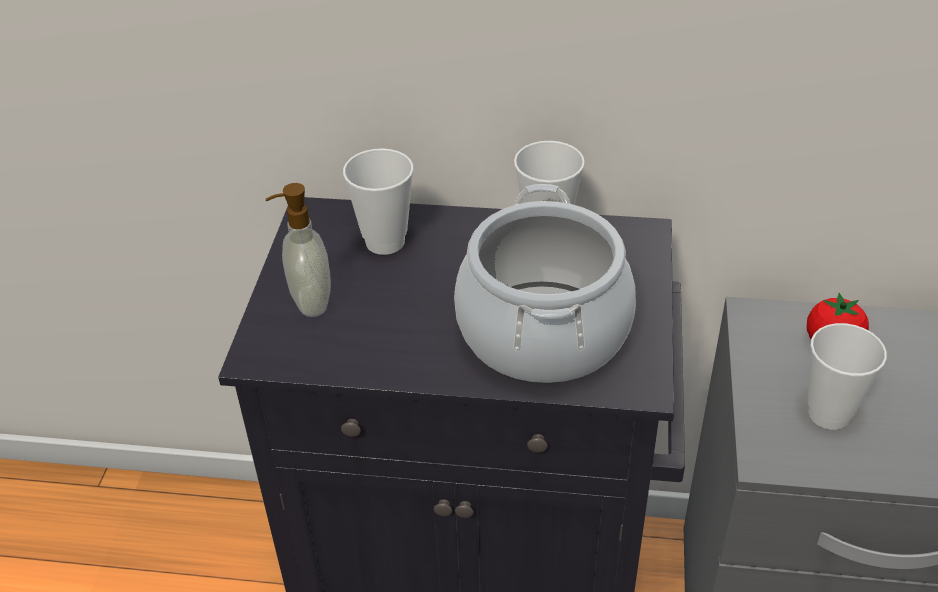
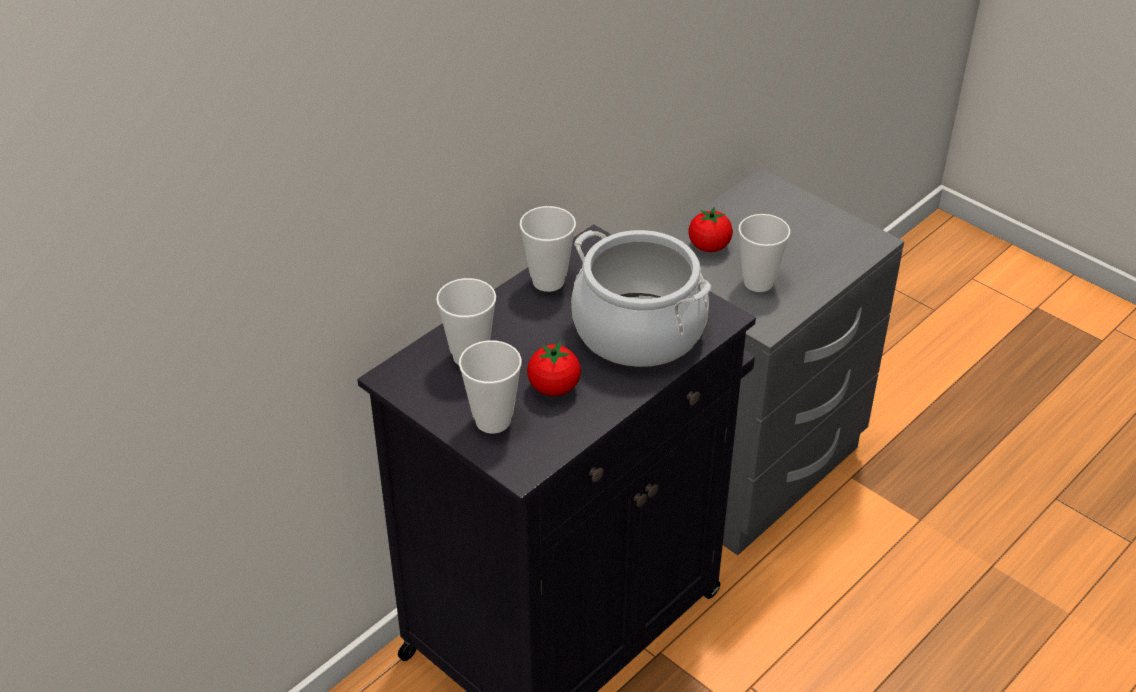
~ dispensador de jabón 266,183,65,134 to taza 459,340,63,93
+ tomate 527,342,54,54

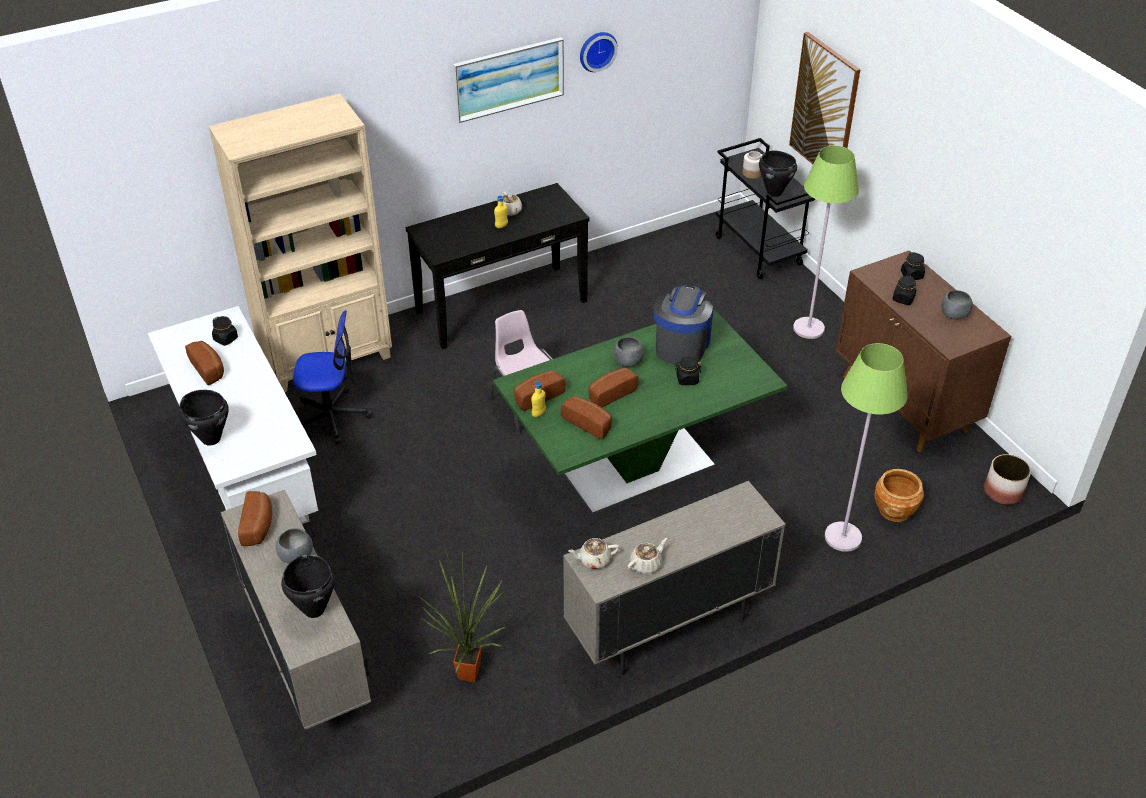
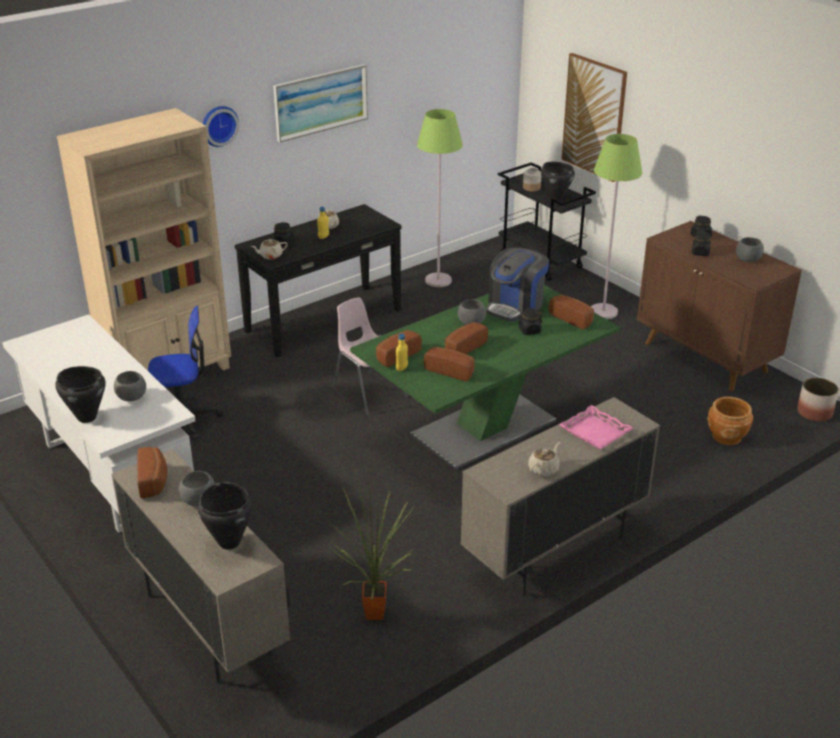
~ pan 185,341,39,44 to 549,295,45,34
~ tarro [negro] 212,316,26,30 to 274,222,20,24
~ tetera [beis] 568,538,51,31 to 251,239,37,20
~ reloj de pared 580,32,38,40 to 202,106,37,41
~ cafetera 654,285,60,80 = 486,247,63,75 150 degrees counterclockwise
~ lámpara de pie [verde] 825,343,83,209 to 417,109,46,178
+ cuenco [gris] 114,371,32,30
+ bandeja [rosa] 559,405,75,44

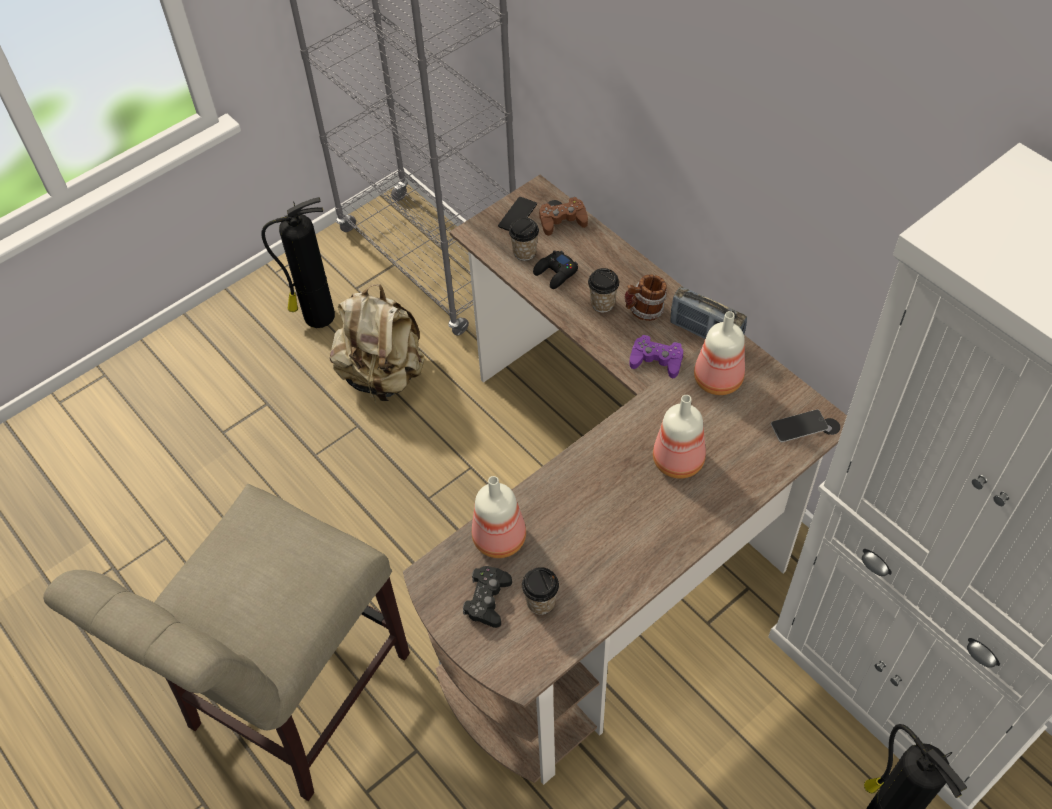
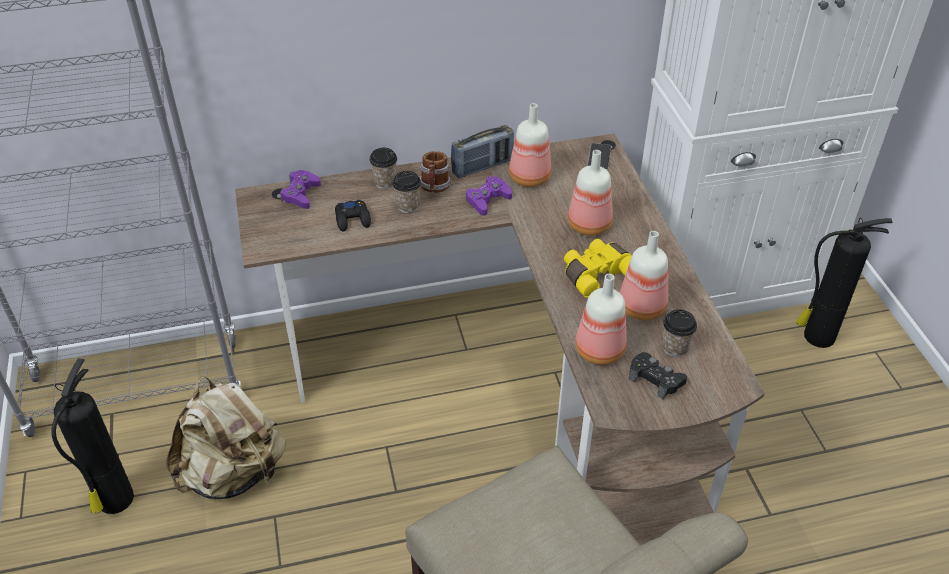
- móvil 498,197,39,34
~ taza 509,217,30,44 to 369,148,28,41
~ mando de consola [marrón] 539,197,49,39 to mando de consola [morado] 280,170,41,39
+ prismáticos [amarillo] 564,239,68,59
+ botella 620,231,48,89

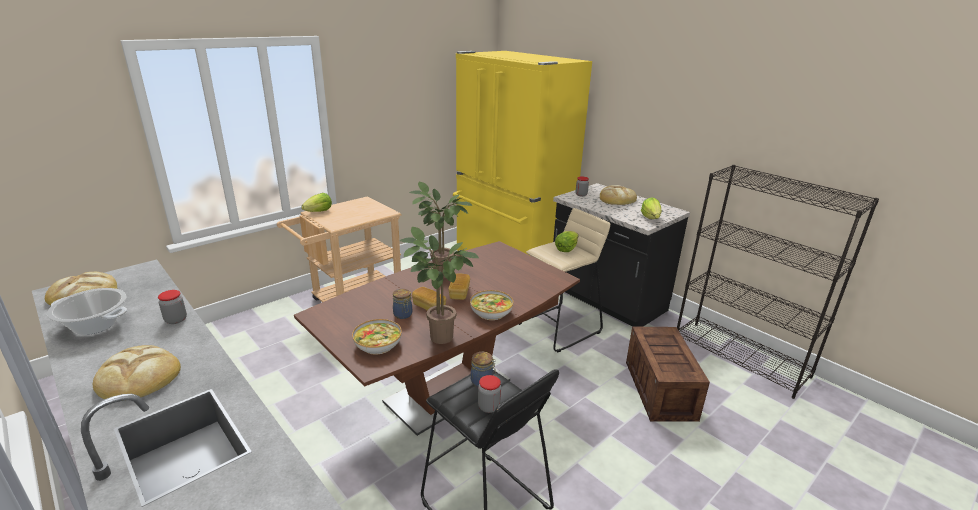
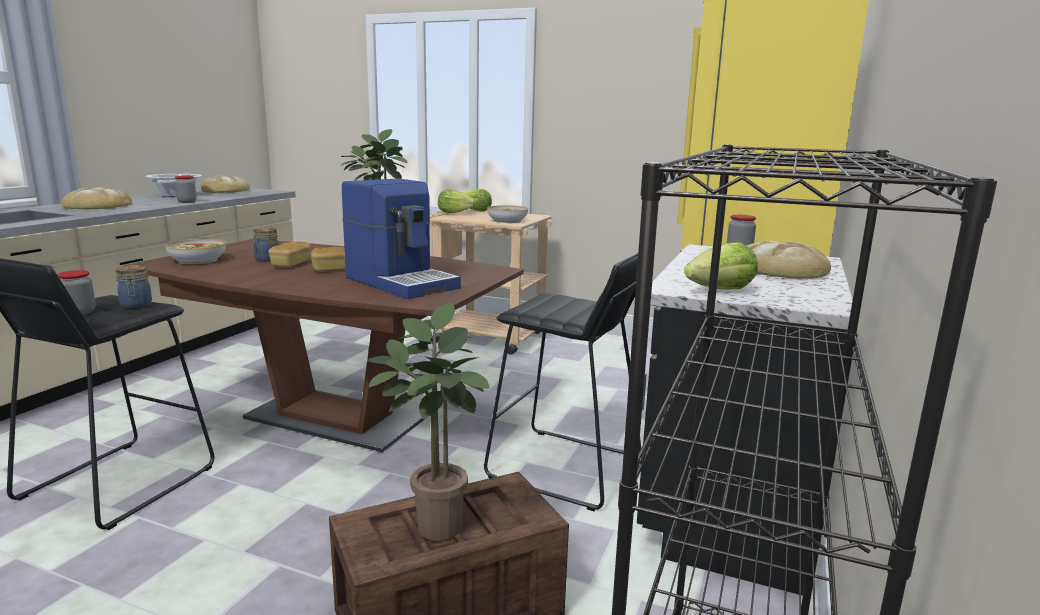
~ planta en maceta 400,227,79,117 to 367,303,123,238
~ cuenco 470,290,43,30 to 487,205,41,18
~ taburete [beis] 518,208,92,144 to taburete [negro] 484,253,157,258
~ lechuga 555,231,23,21 to 438,190,37,23
+ cafetera 342,178,119,121

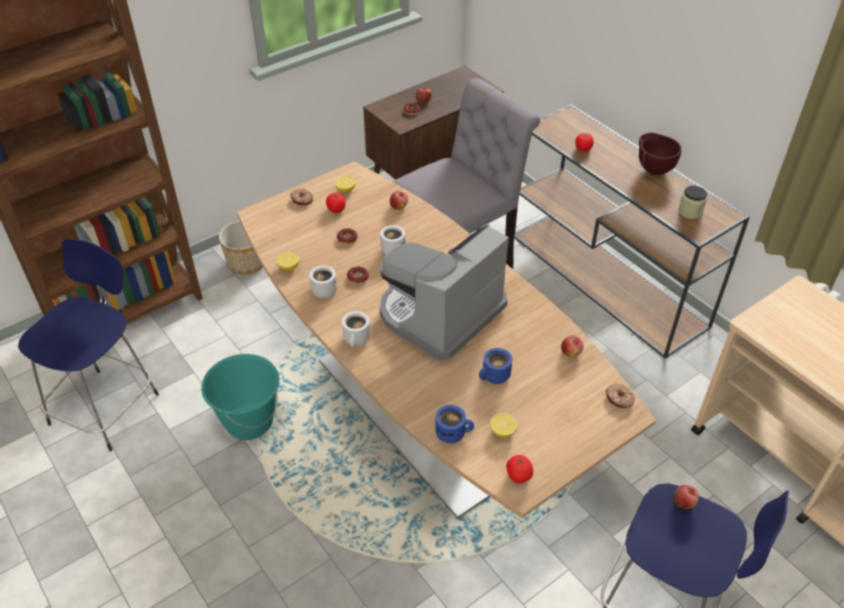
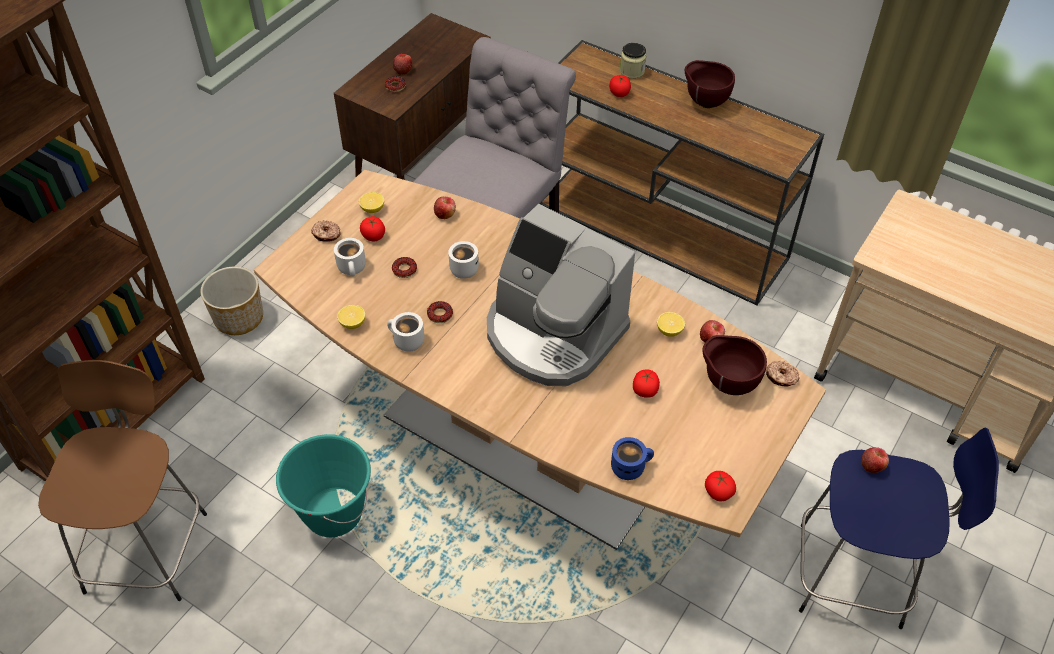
~ taburete [azul] 18,239,141,212 to taburete [marrón] 38,360,169,241
~ taza grande [blanco] 342,311,28,36 to 334,238,32,38
~ cafetera 380,224,129,137 = 487,204,148,182 75 degrees counterclockwise
~ taza grande [azul] 479,348,33,36 to tomate 633,369,27,29
~ limón 490,413,27,25 to 657,312,28,25
~ tarro 678,186,29,33 to 620,43,27,36
+ cuenco [marrón] 702,335,65,60

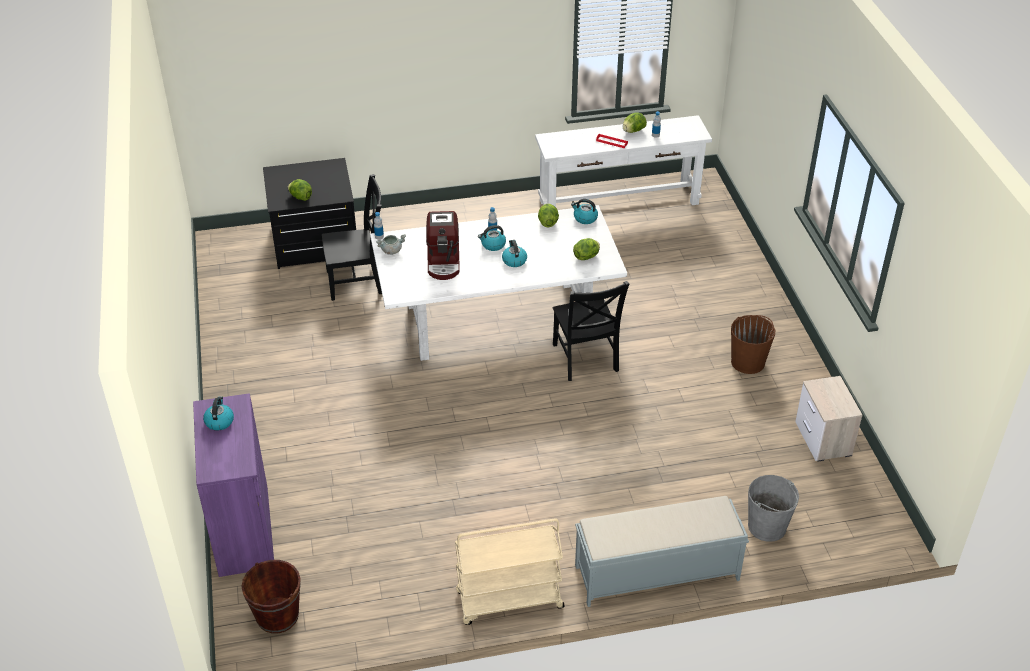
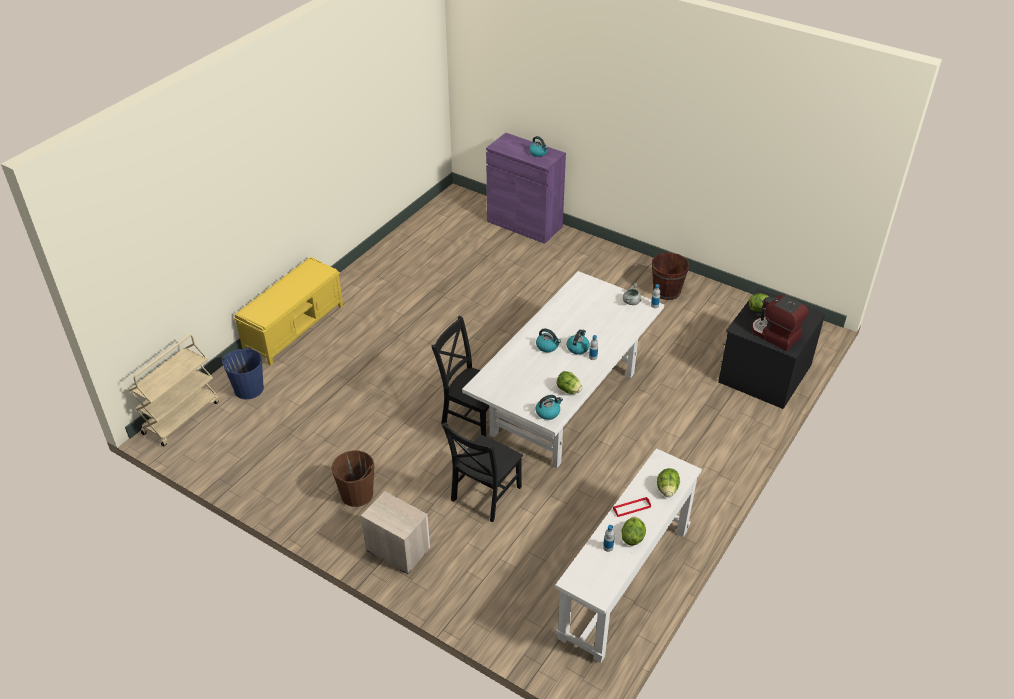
~ cubo [marrón] 241,560,60,74 to 652,252,37,48
~ silla [negro] 322,174,60,127 to 441,422,82,100
~ cafetera 426,211,34,69 to 752,295,57,56
~ carrito [beis] 455,519,110,106 to 129,334,90,113
~ lechuga 573,238,27,22 to 657,468,23,29
~ banco [gris] 575,496,174,111 to banco [amarillo] 234,257,109,109
~ cubo [gris] 748,475,51,67 to cubo [azul] 222,347,42,52
~ mesita de noche 795,376,68,86 to 361,491,69,83

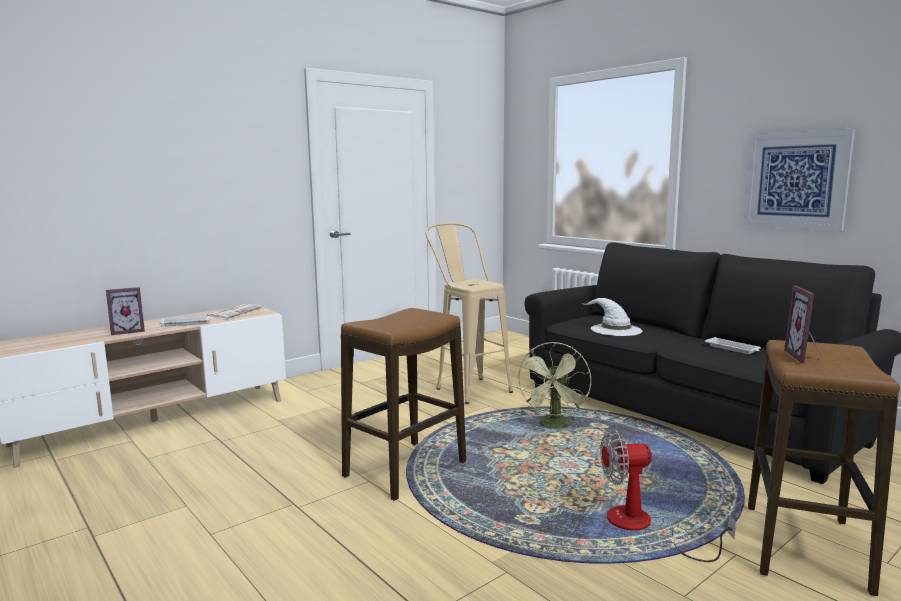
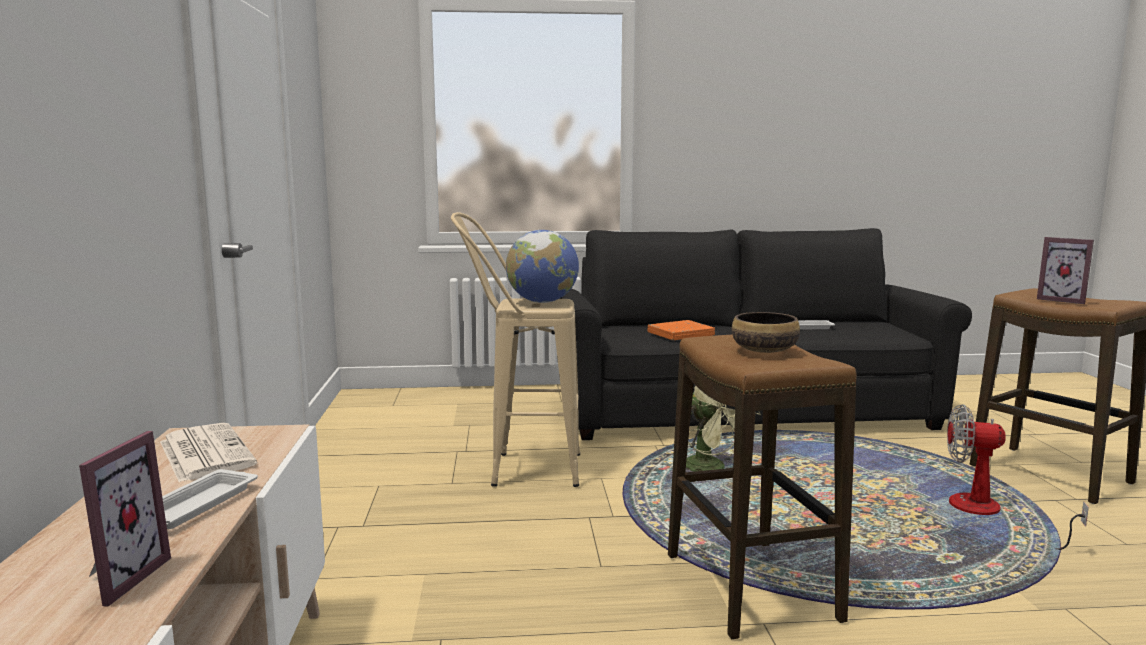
~ sombrero [blanco] 581,298,61,38 to libro [naranja] 647,320,68,20
~ ventilador 600,429,136,133 = 947,404,142,146 75 degrees clockwise
- cuadro 743,129,112,102
+ globo terráqueo 506,230,73,73
+ cuenco 732,312,68,41

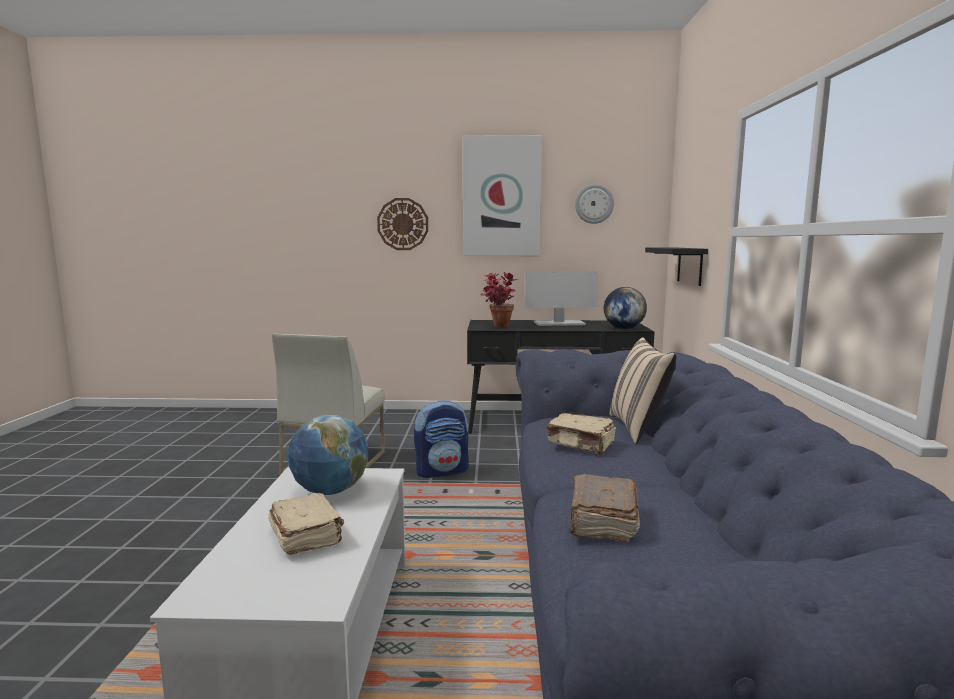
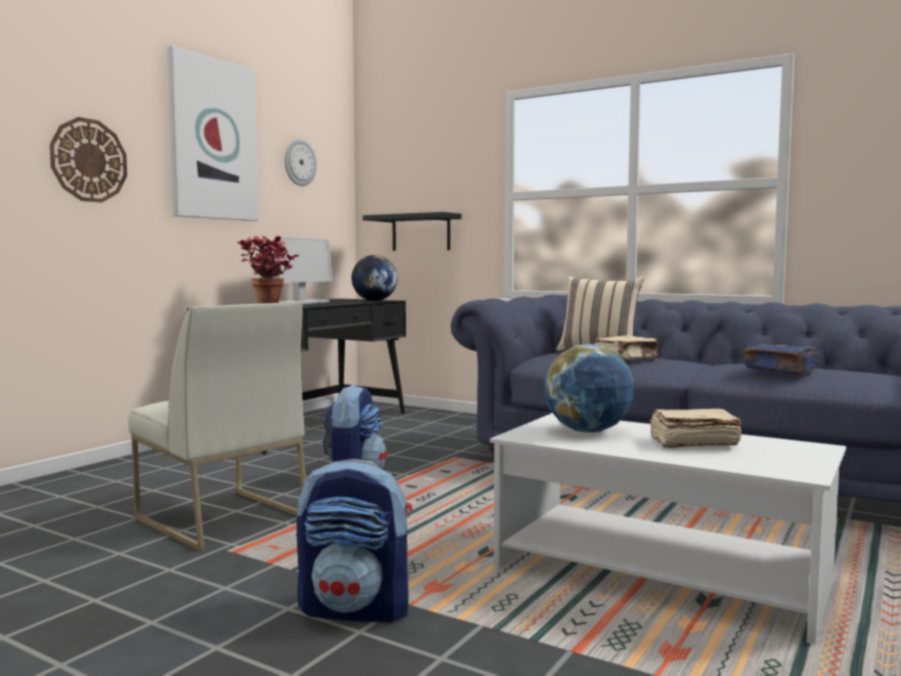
~ libro [marrón] 569,474,71,68 to libro [azul] 744,344,74,31
+ mochila 297,459,116,164

